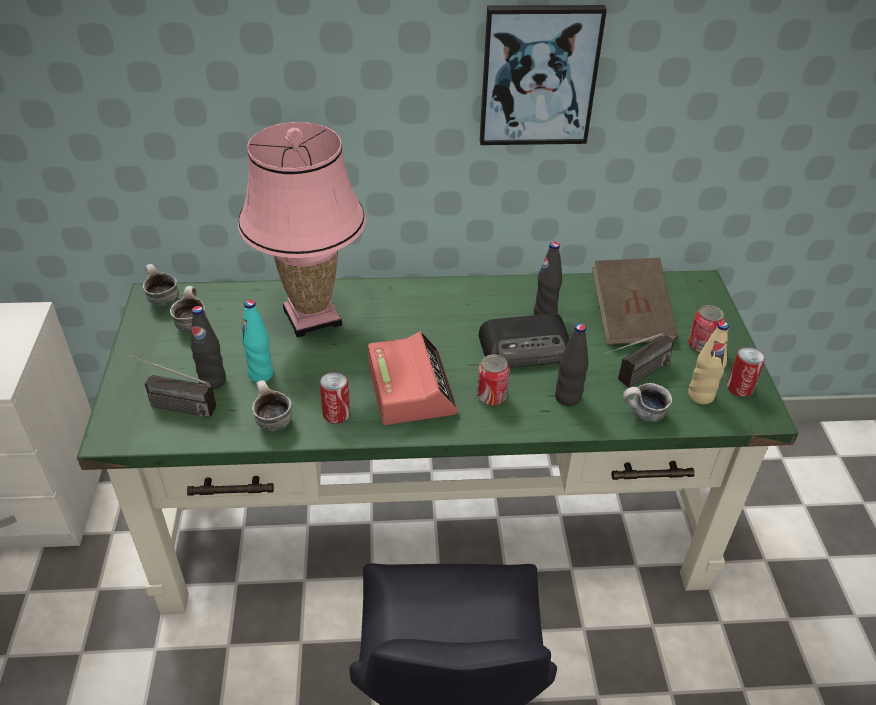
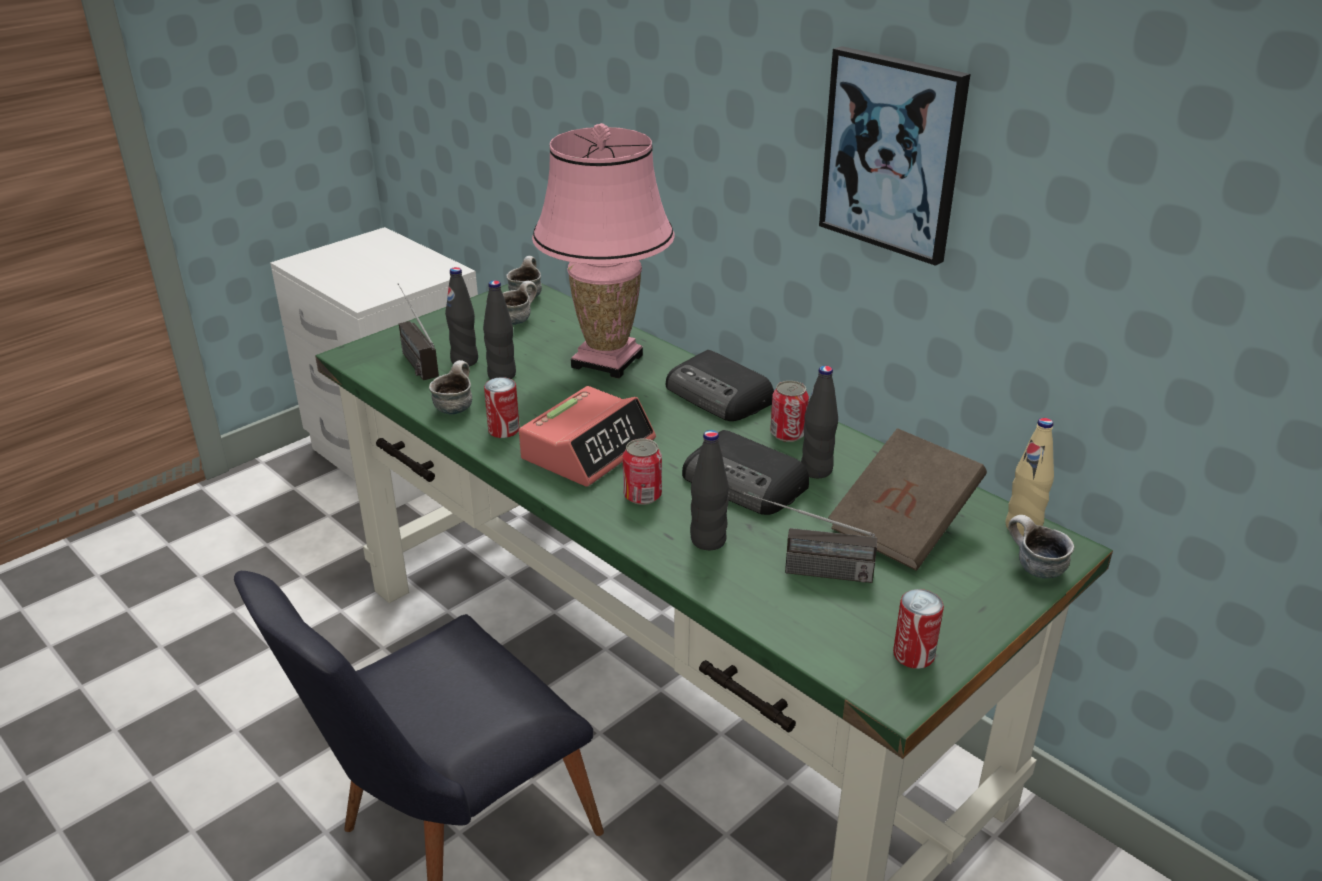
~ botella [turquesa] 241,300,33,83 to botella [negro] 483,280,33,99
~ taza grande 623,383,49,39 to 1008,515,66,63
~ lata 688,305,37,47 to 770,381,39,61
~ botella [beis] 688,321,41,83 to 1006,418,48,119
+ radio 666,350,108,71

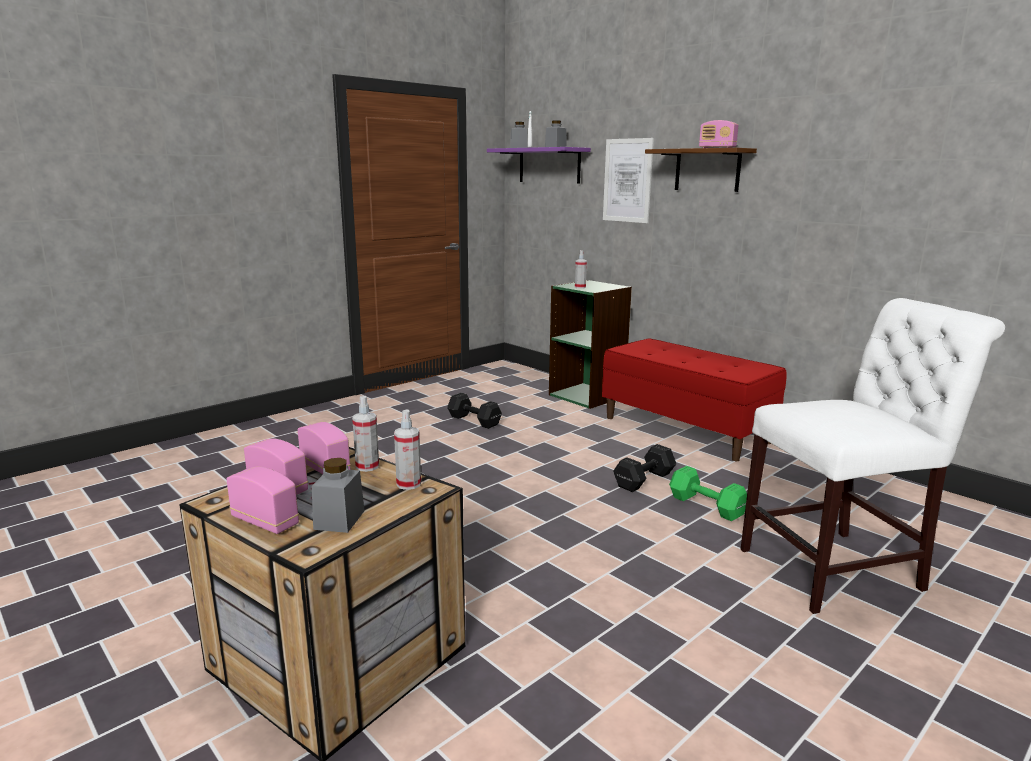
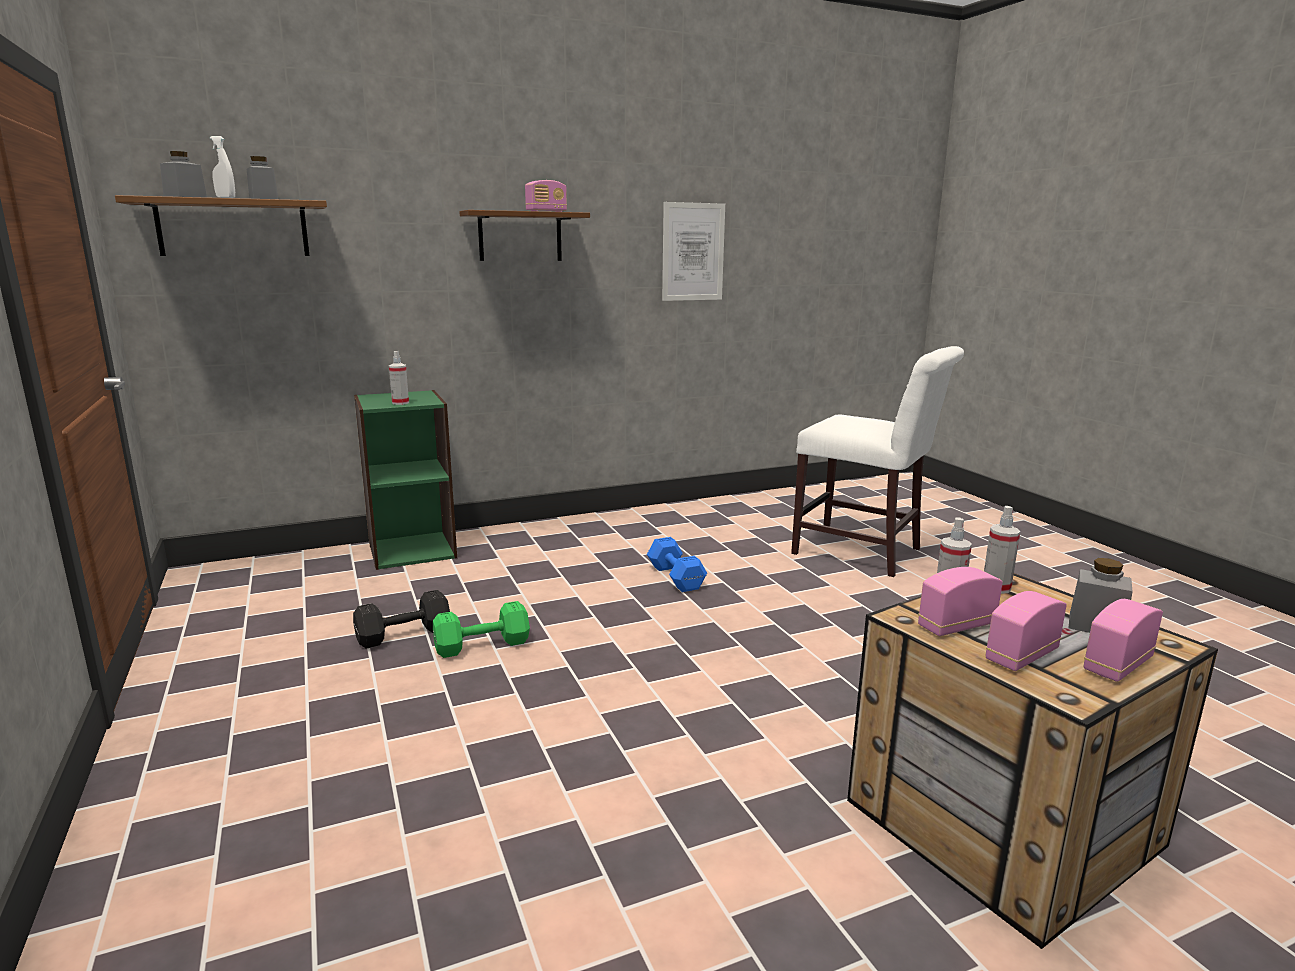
~ estante [morado] 487,147,104,37 to estante [marrón] 115,195,212,61
- banco [rojo] 602,338,185,123
~ cuadro 603,138,51,85 to 662,202,63,99
~ mancuerna [negro] 613,444,63,48 to mancuerna [azul] 647,537,60,55
~ mancuerna [verde] 669,466,78,55 to 433,601,97,57
~ silla [blanco] 741,298,264,316 = 791,346,173,231 120 degrees clockwise

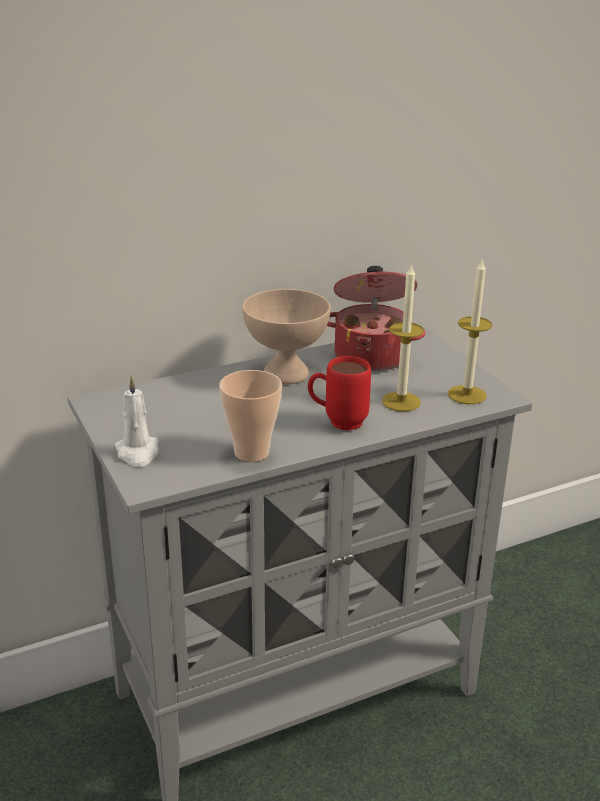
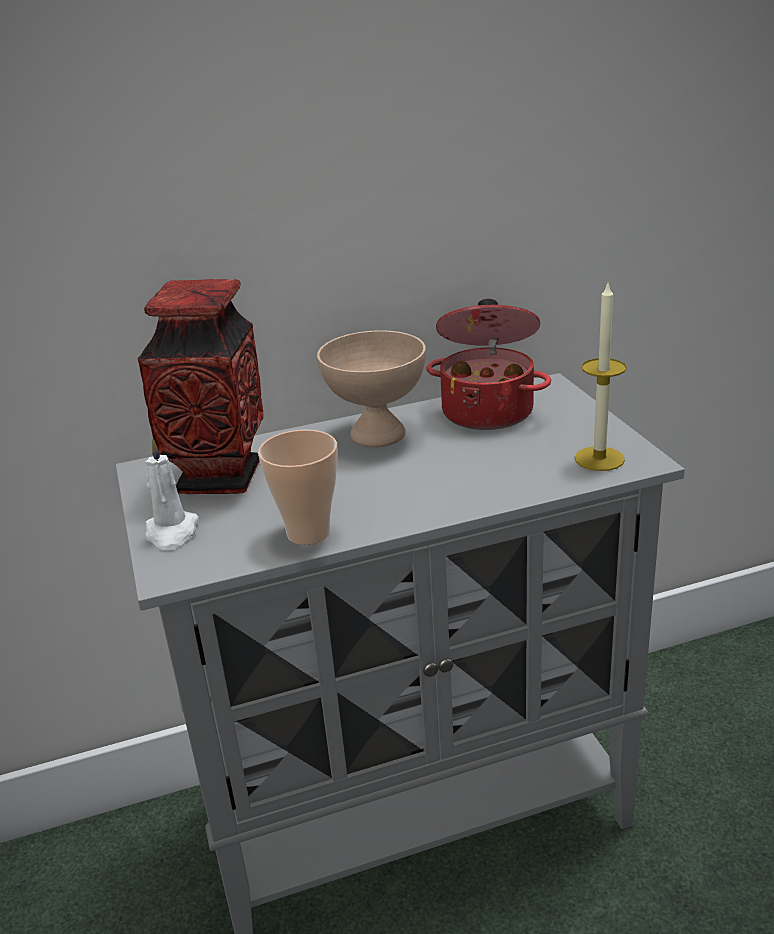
- taza grande [rojo] 308,356,63,75
- vela 382,263,42,148
+ florero 138,279,126,215

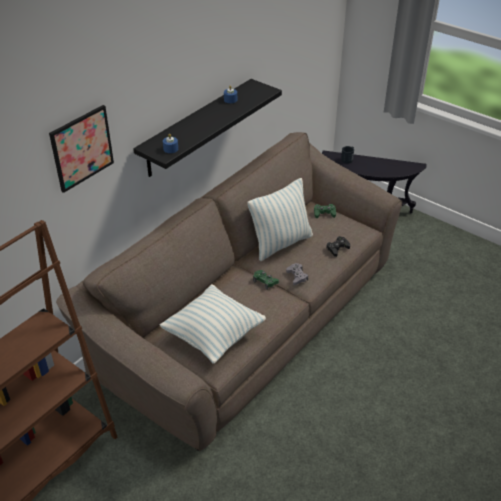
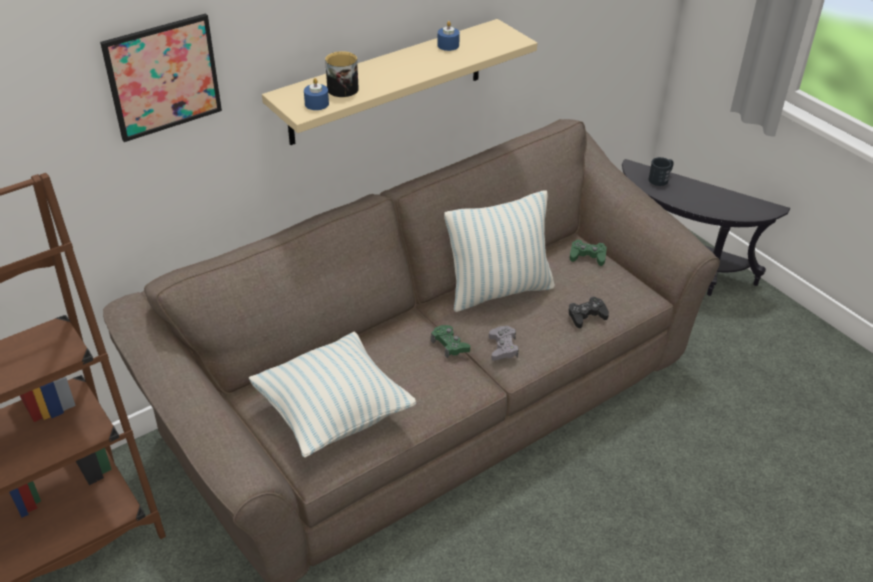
~ estante [negro] 133,79,149,98 to estante [beis] 262,19,275,126
+ taza grande 325,51,34,46

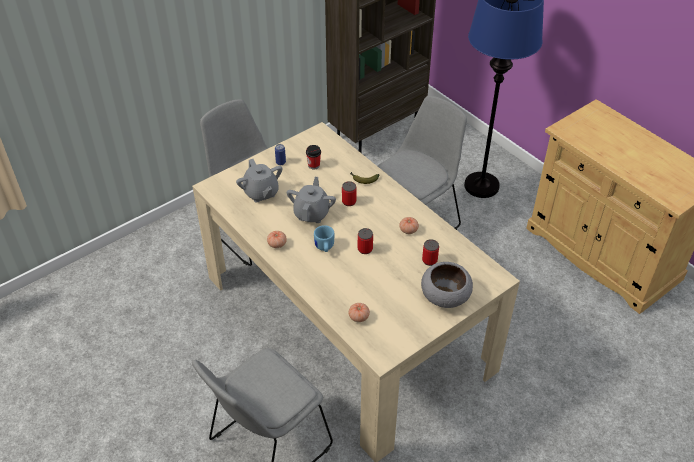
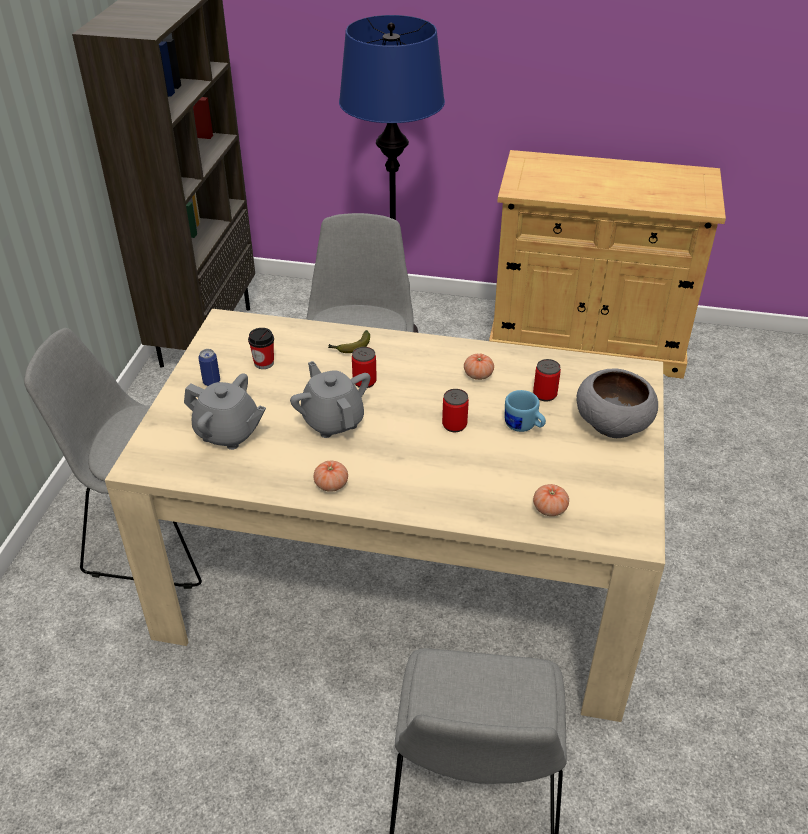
~ taza grande [azul] 314,225,21,27 to 505,390,41,42

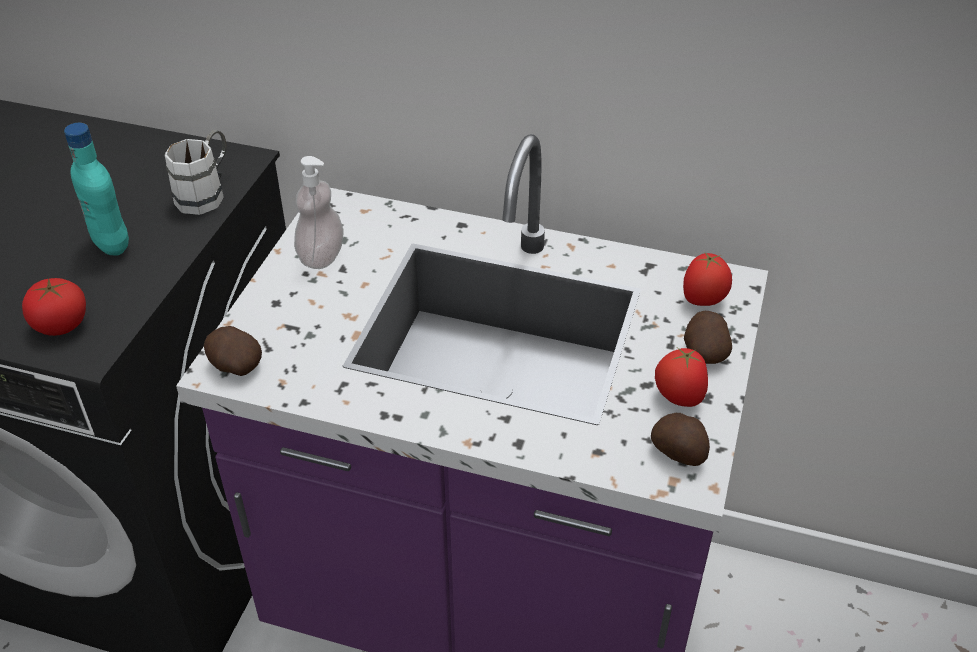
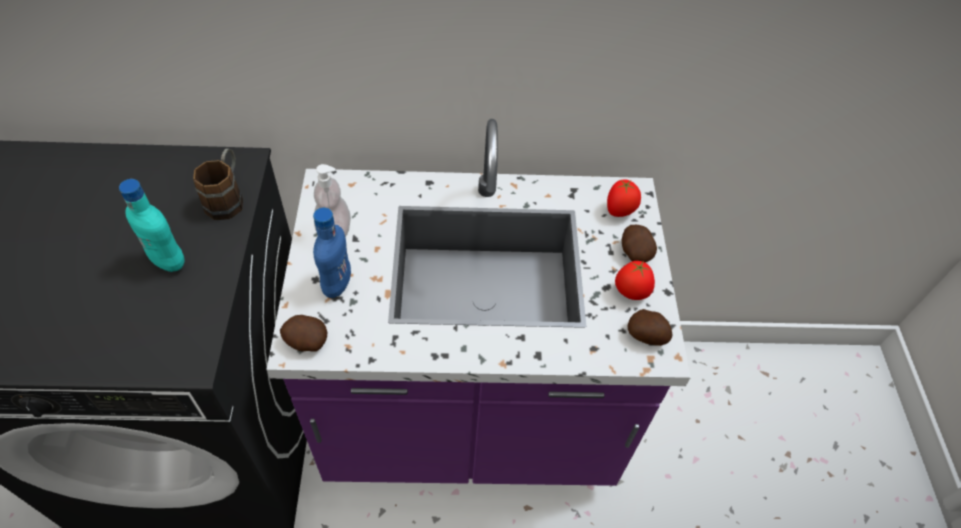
- tomate 22,278,64,58
~ taza grande [blanco] 165,130,62,85 to taza grande [marrón] 193,148,50,72
+ botella [azul] 313,208,38,90

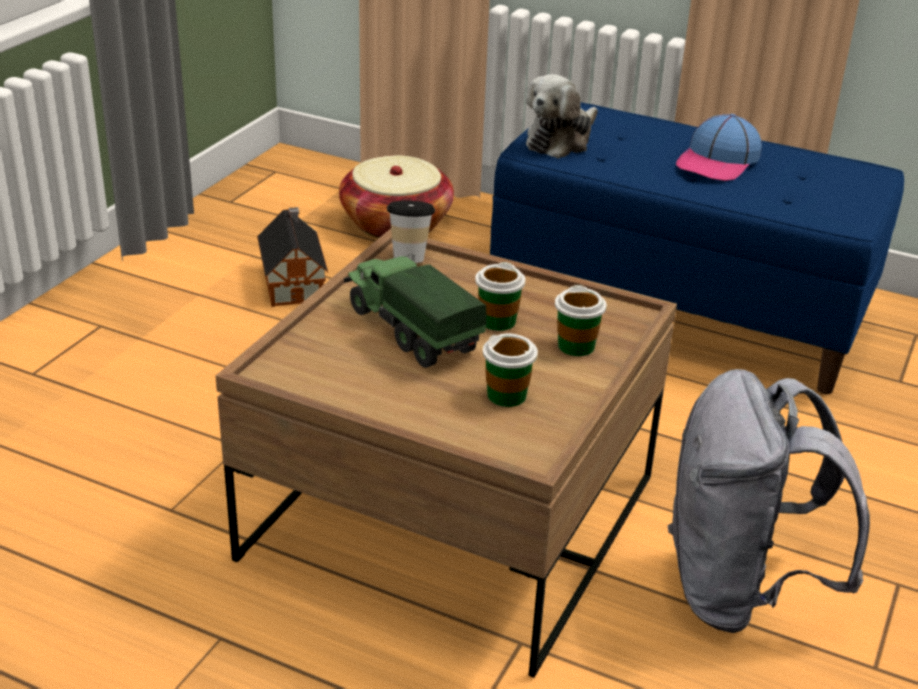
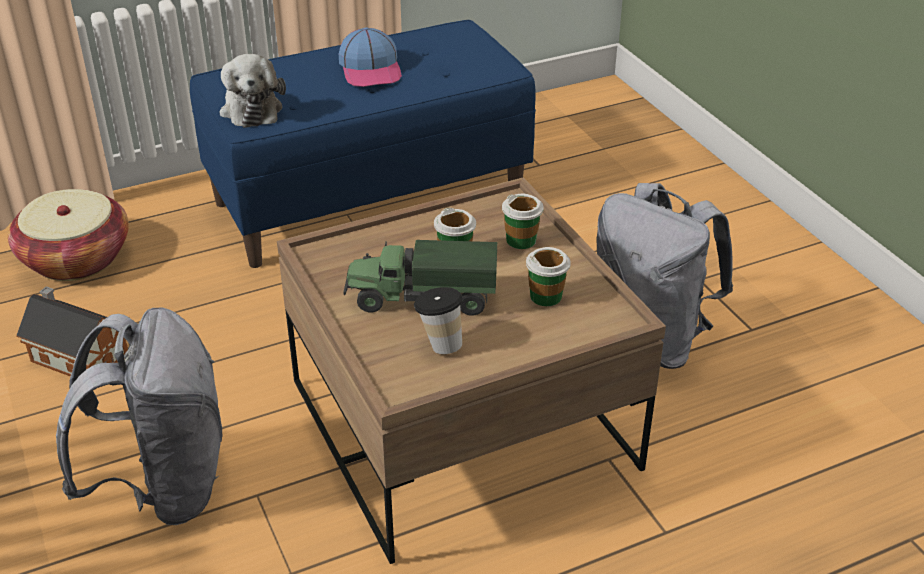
~ taza 387,200,48,63 to 414,287,48,67
+ mochila [gris] 56,308,166,217

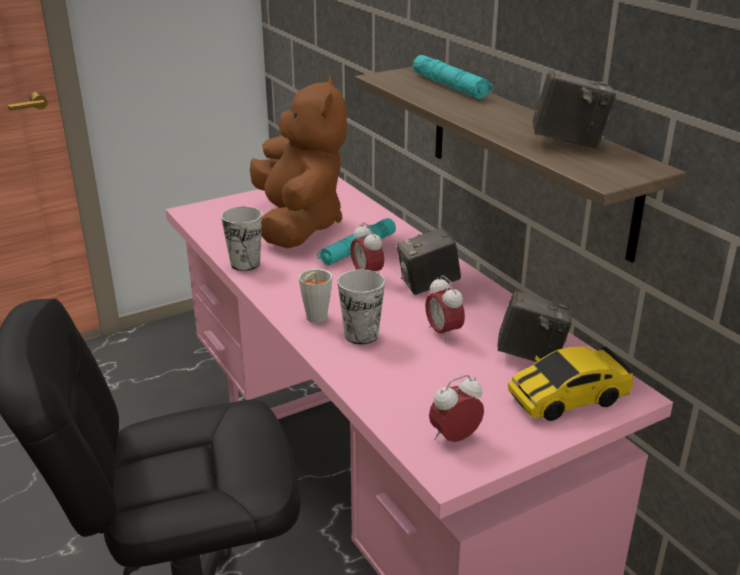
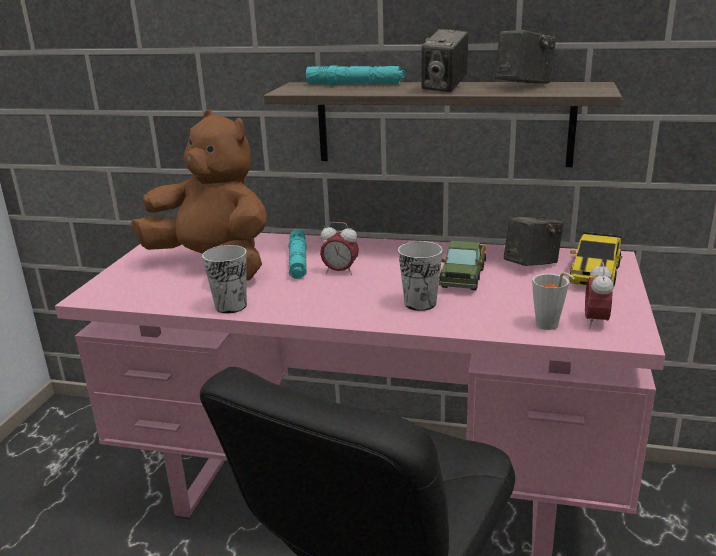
~ taza [gris] 298,269,34,54 to 532,272,43,58
~ cámara 397,227,64,68 to 421,29,47,63
~ despertador 425,275,40,67 to camión de juguete 439,241,47,49

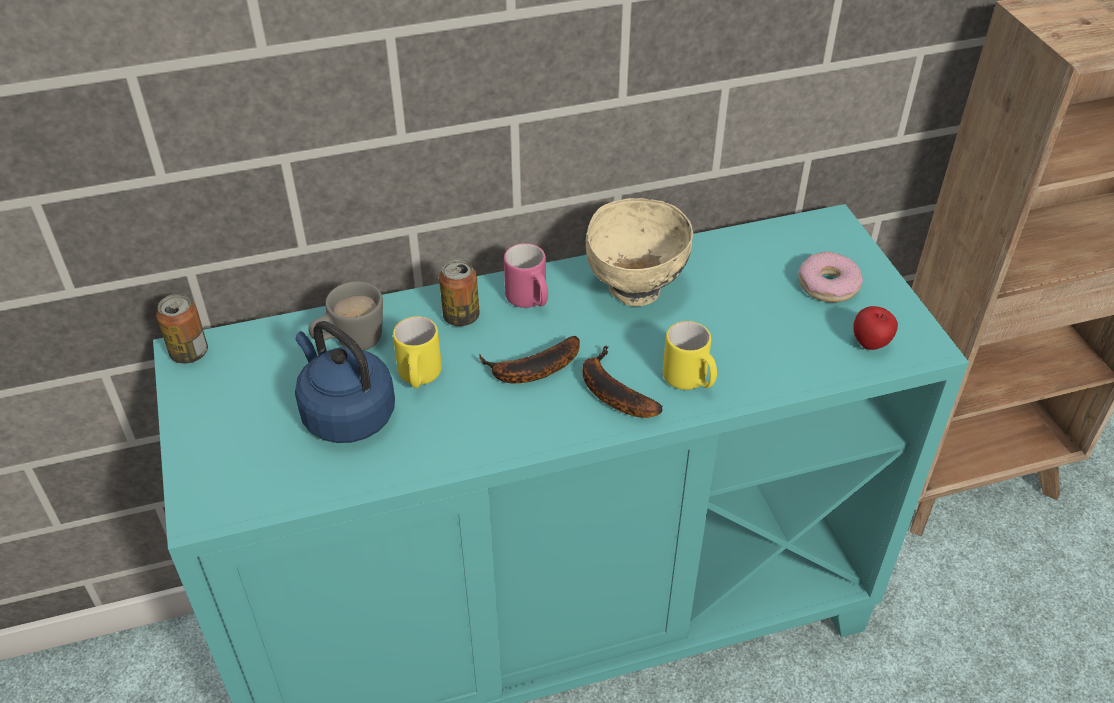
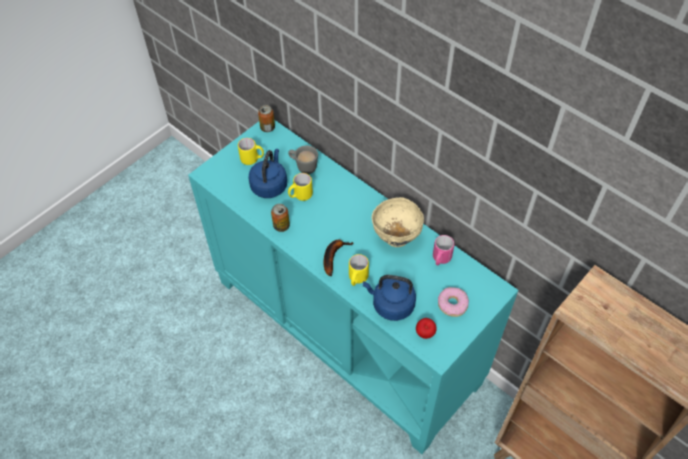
~ lata 439,259,41,67 to 271,204,19,28
- plátano 479,336,101,47
~ taza grande [rosa] 504,243,44,65 to 433,235,21,31
+ taza grande [amarillo] 238,138,26,27
+ hervidor [azul] 363,275,53,46

